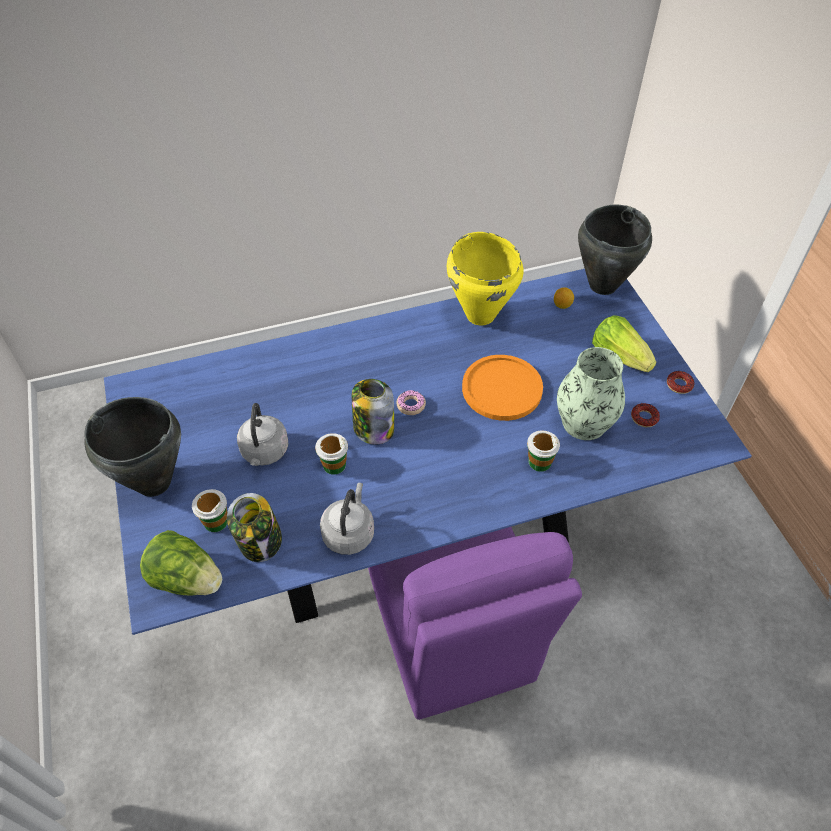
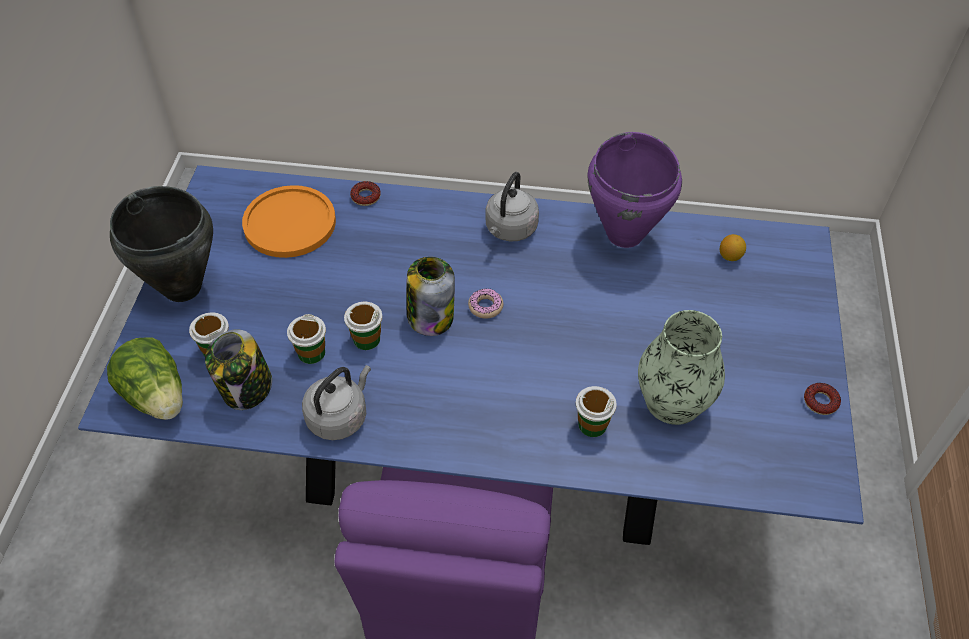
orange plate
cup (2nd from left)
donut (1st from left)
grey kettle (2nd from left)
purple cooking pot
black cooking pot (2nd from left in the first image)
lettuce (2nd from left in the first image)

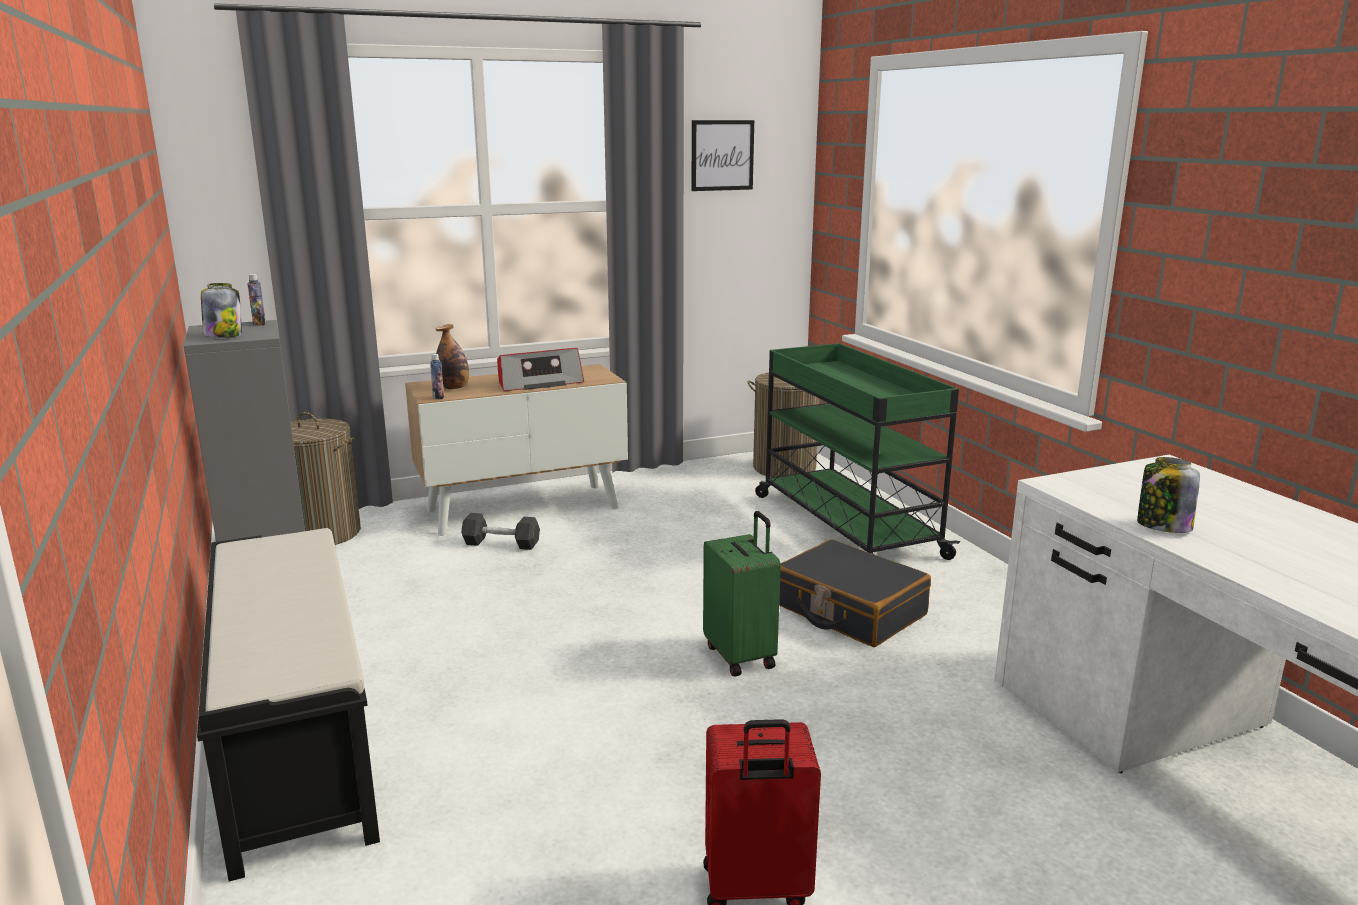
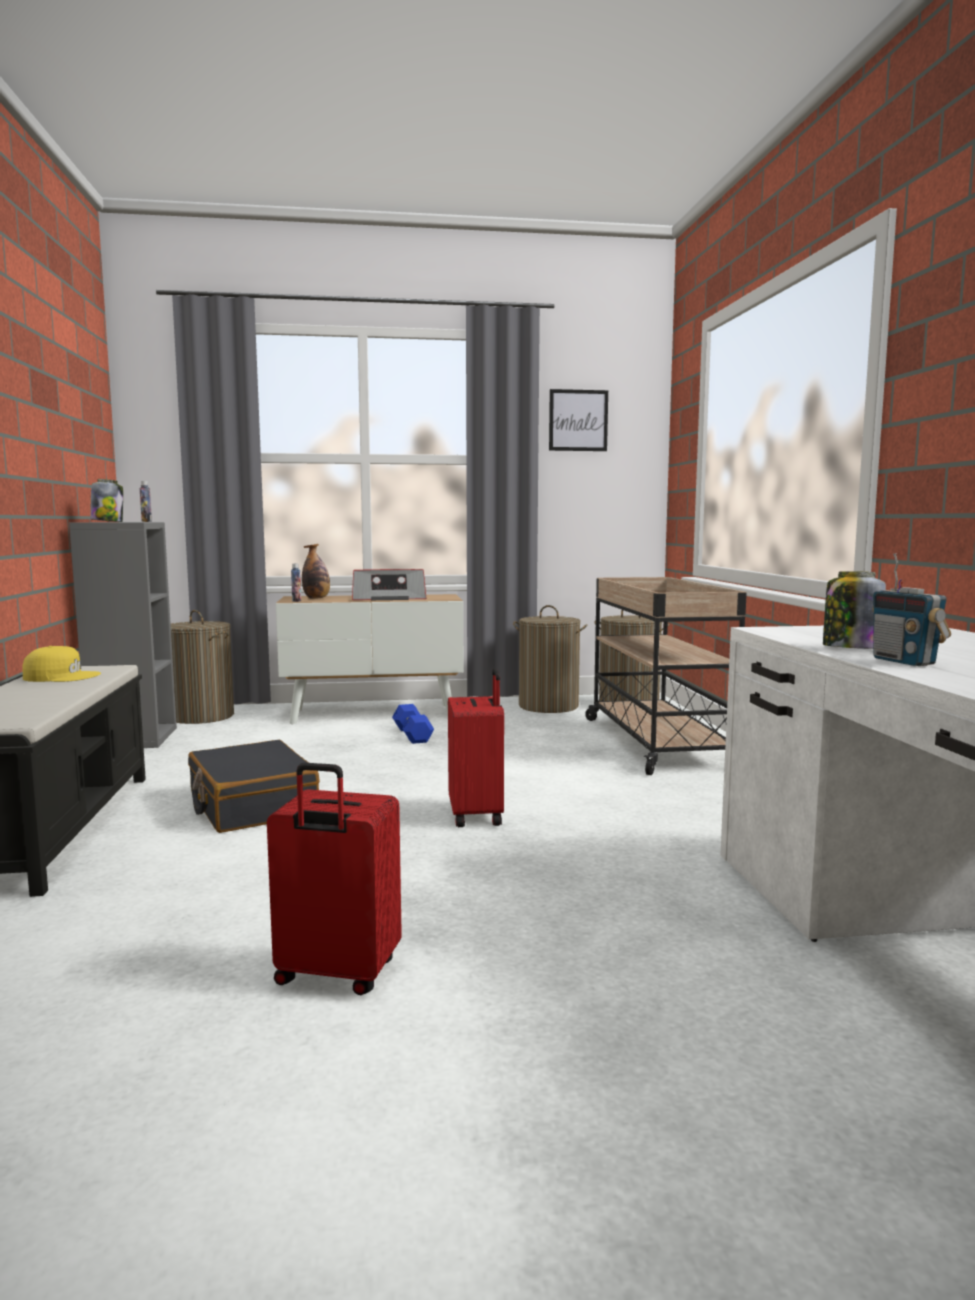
yellow cap
black suitcase
blue dumbbell
red suitcase (2nd from left)
laundry basket (2nd from left)
beige cart
radio (2nd from left)
grey dumbbell

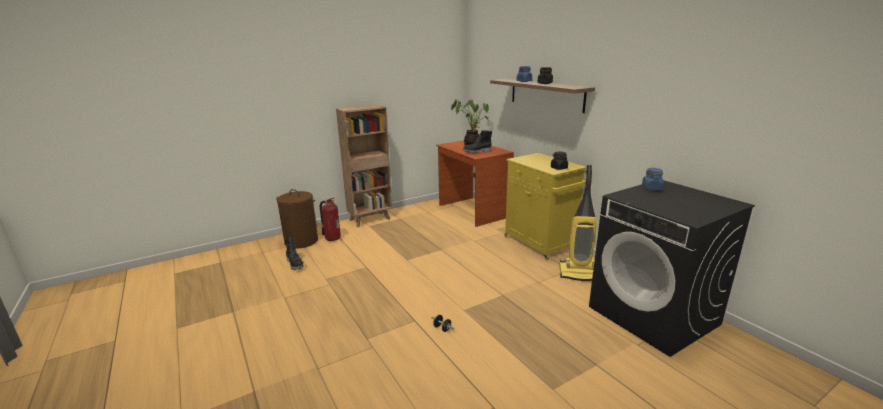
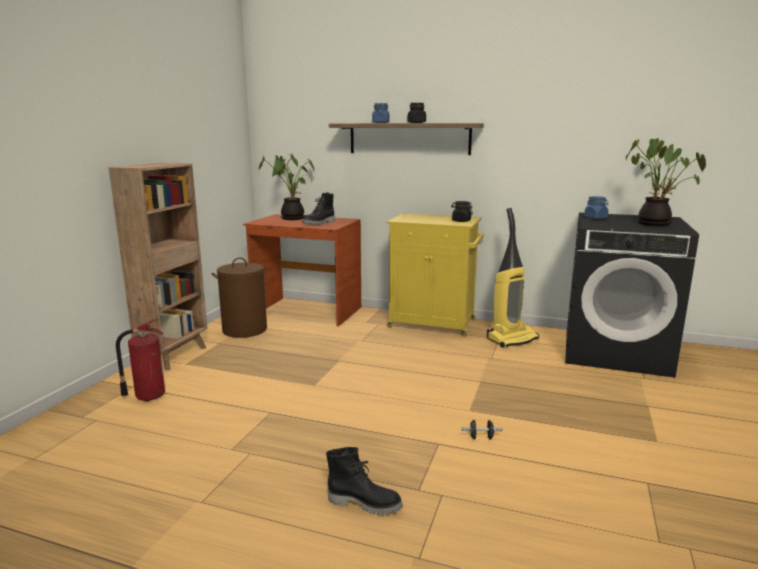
brown laundry basket
black boot (2nd from left)
potted plant (2nd from left)

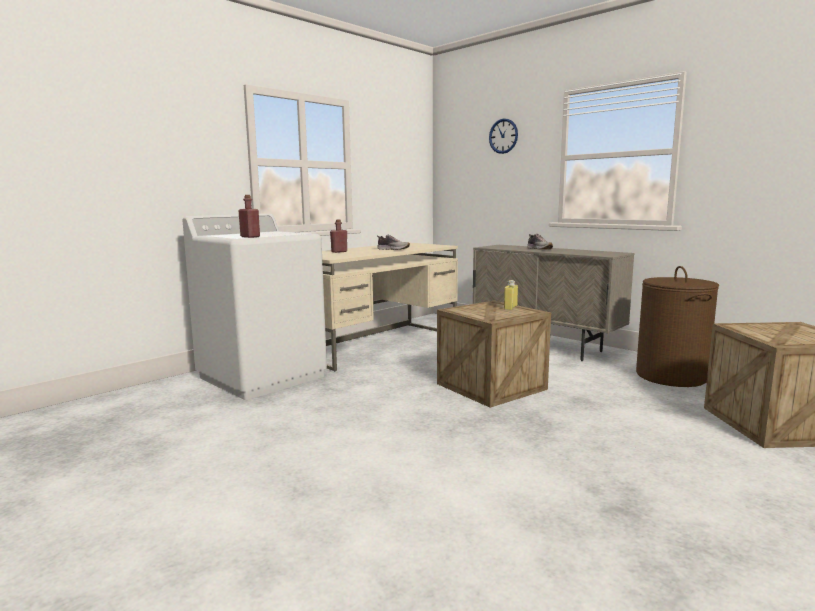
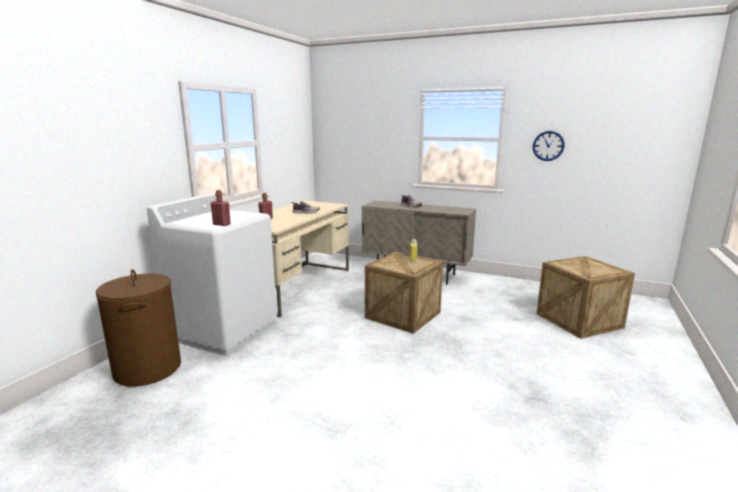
brown laundry basket
wall clock

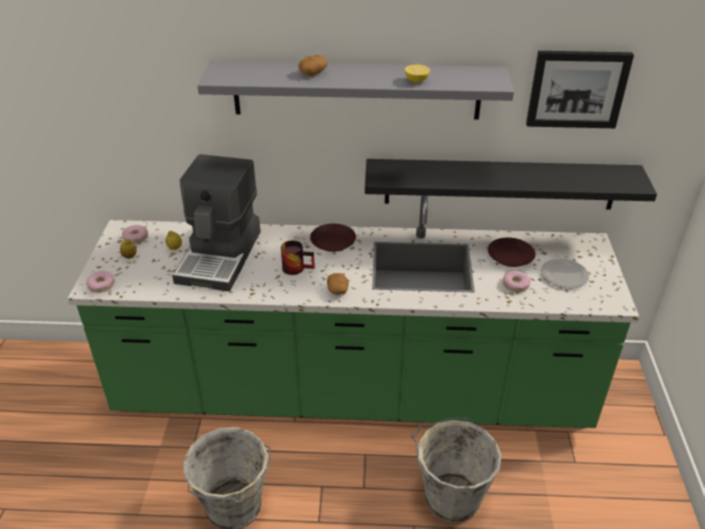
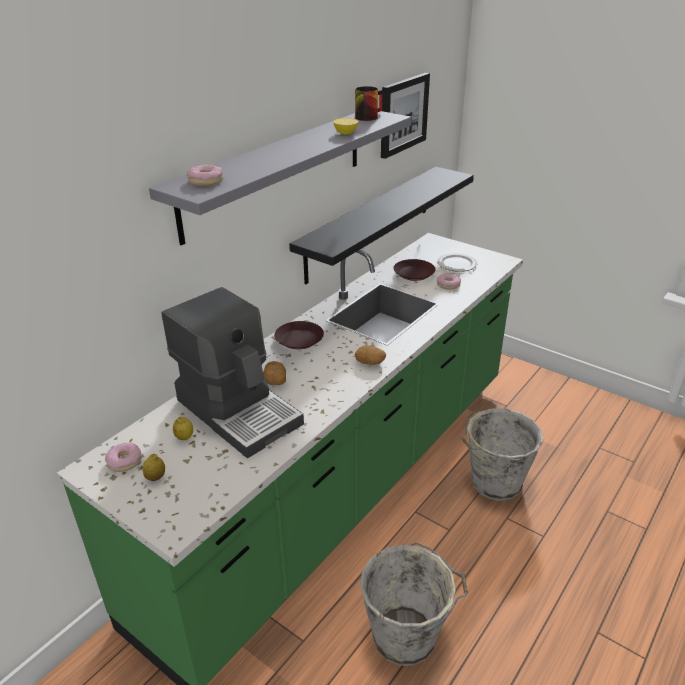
donut (2nd from left)
potato (1st from left)
mug

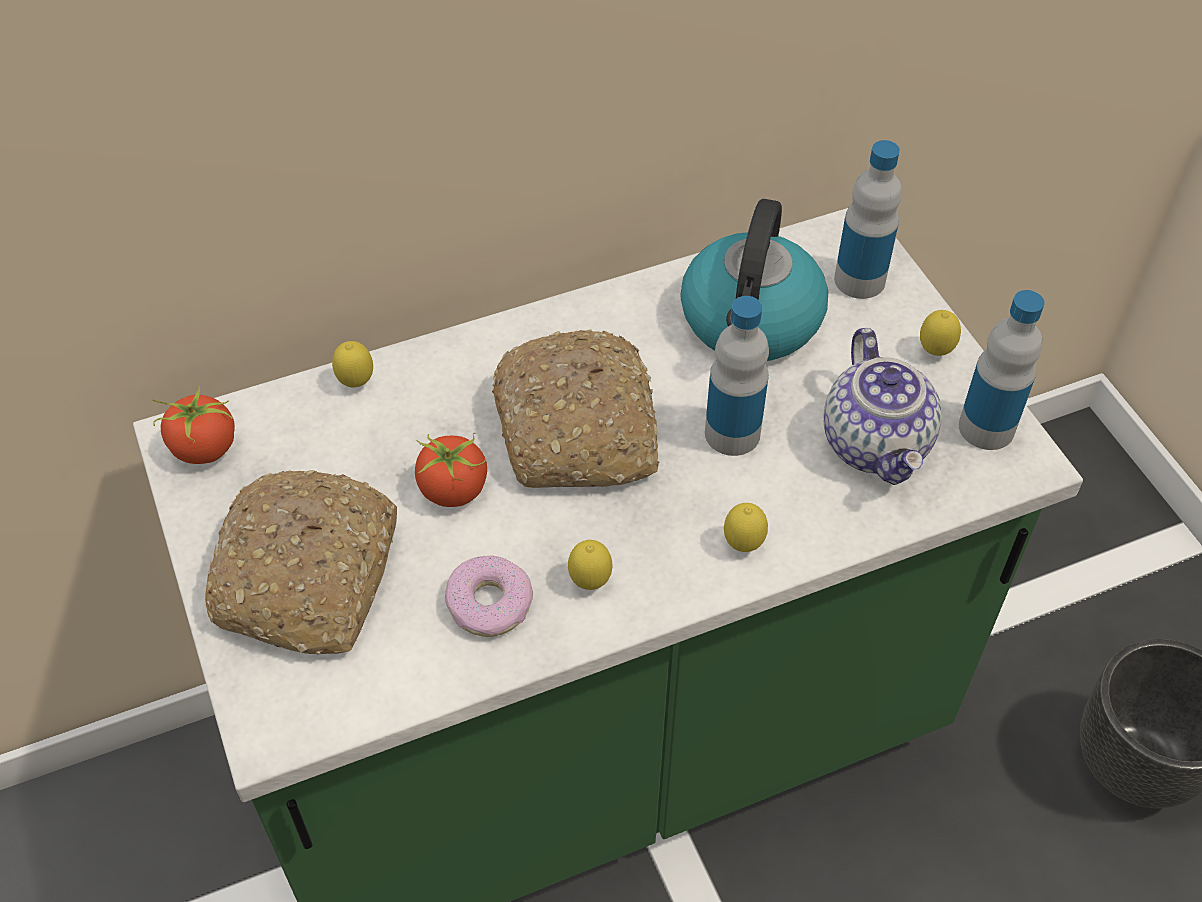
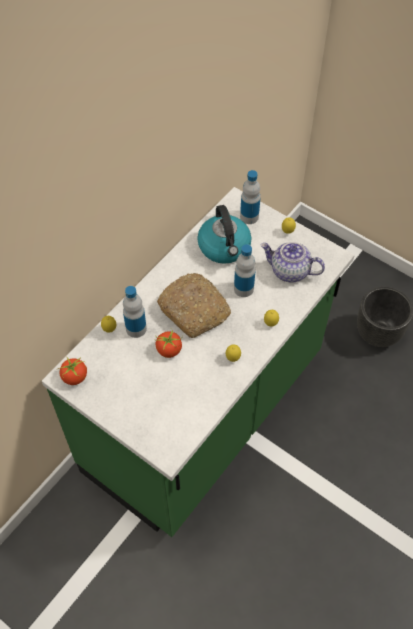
bottle (1st from left)
teapot
bread (1st from left in the first image)
donut

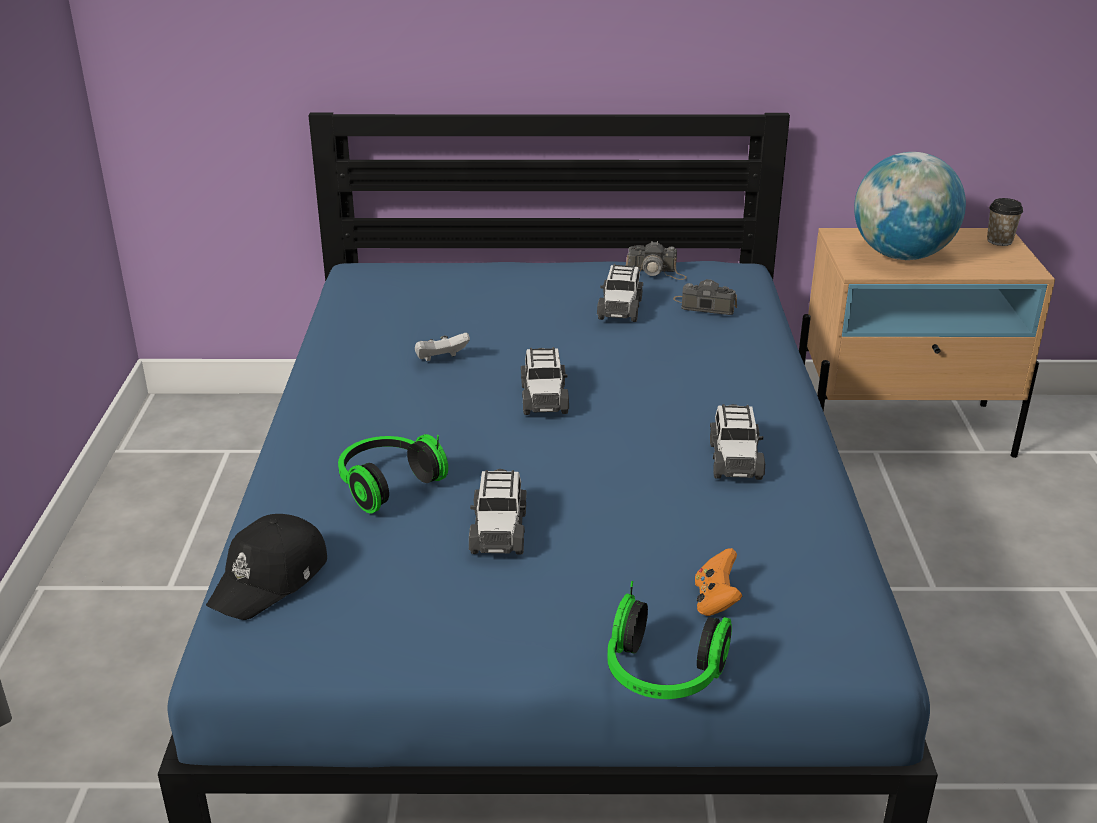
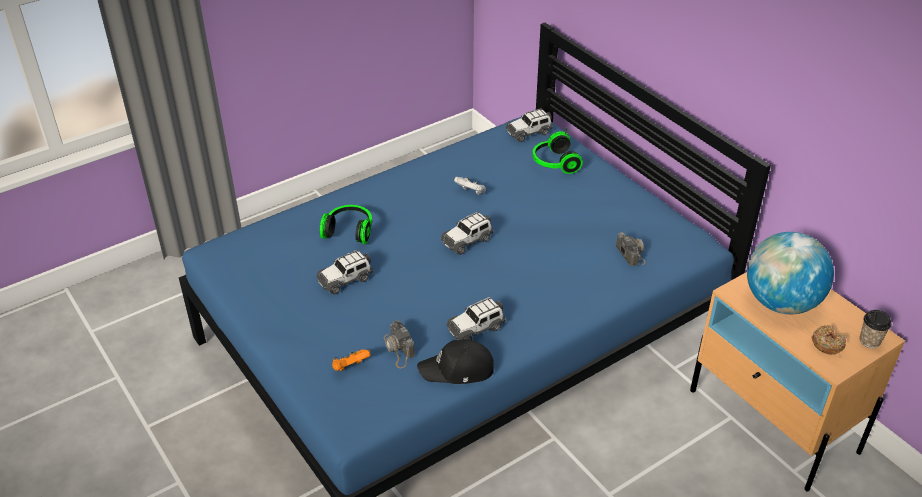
photo camera (1st from left)
black cap
toy car (4th from left)
headphones (2nd from left)
donut

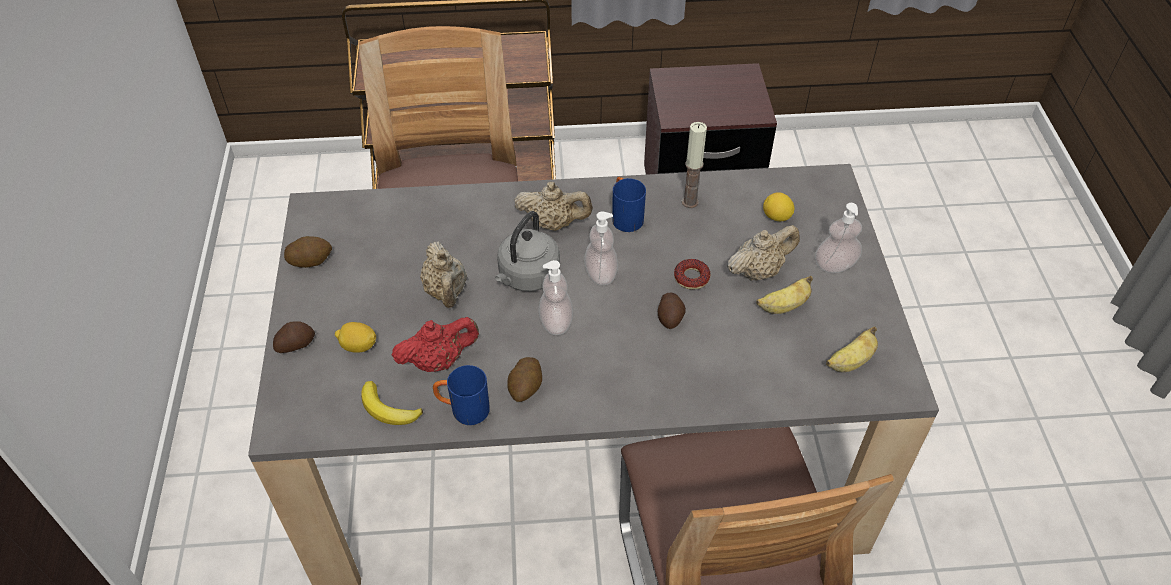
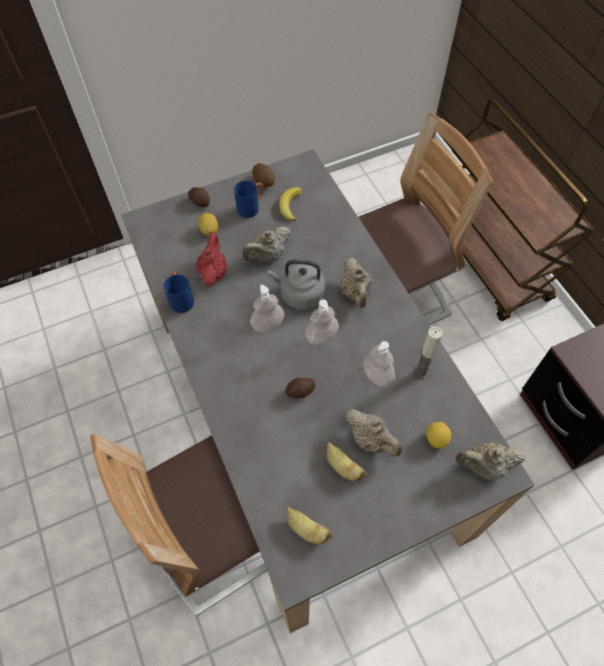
red teapot
blue mug (2nd from left)
banana (1st from left)
soap dispenser (3rd from left)
beige teapot (4th from left)
potato (3rd from left in the first image)
donut

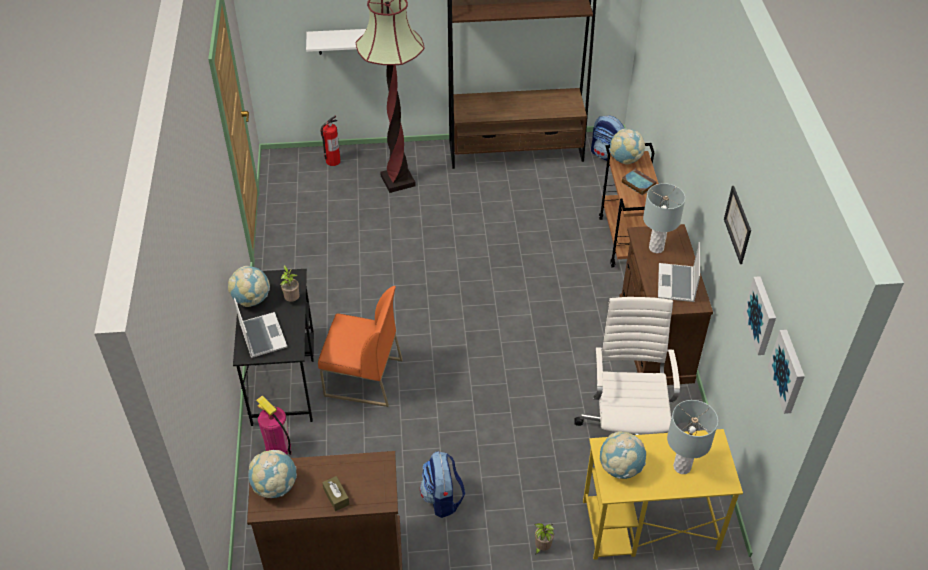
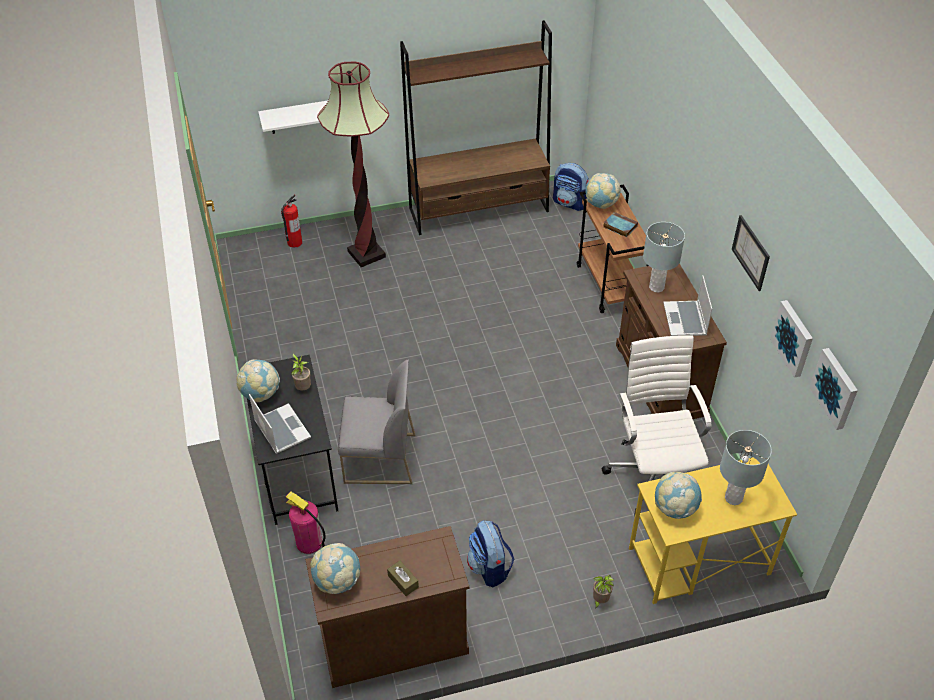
grey chair

